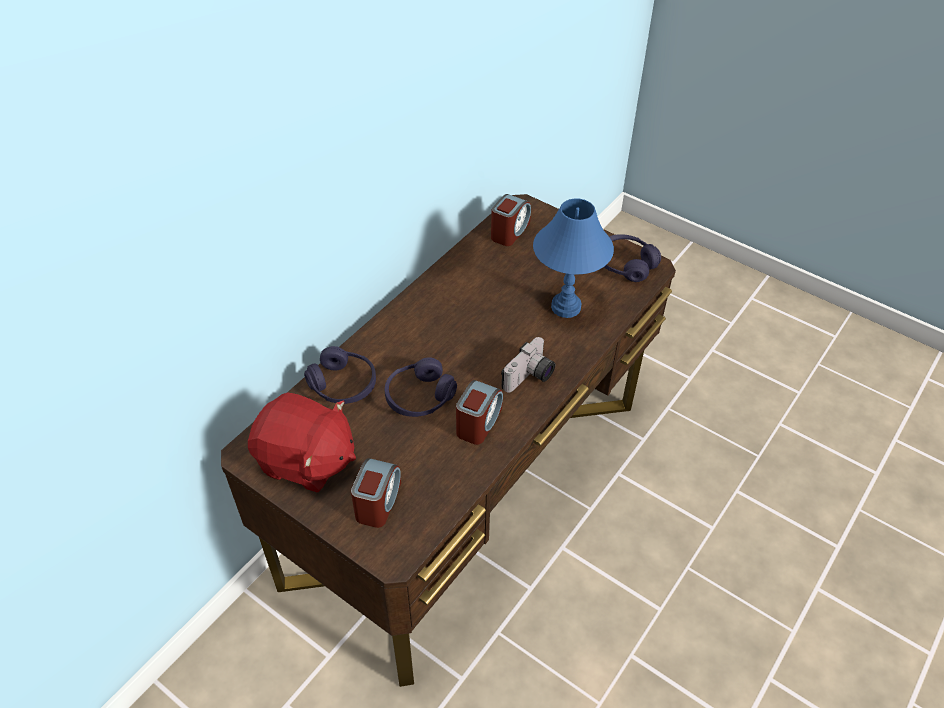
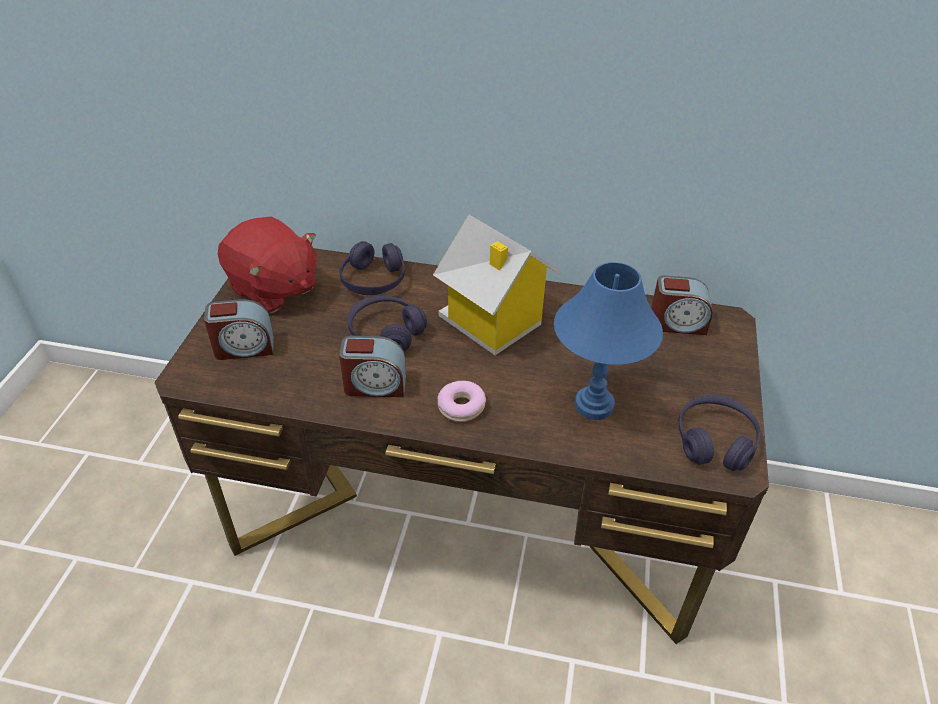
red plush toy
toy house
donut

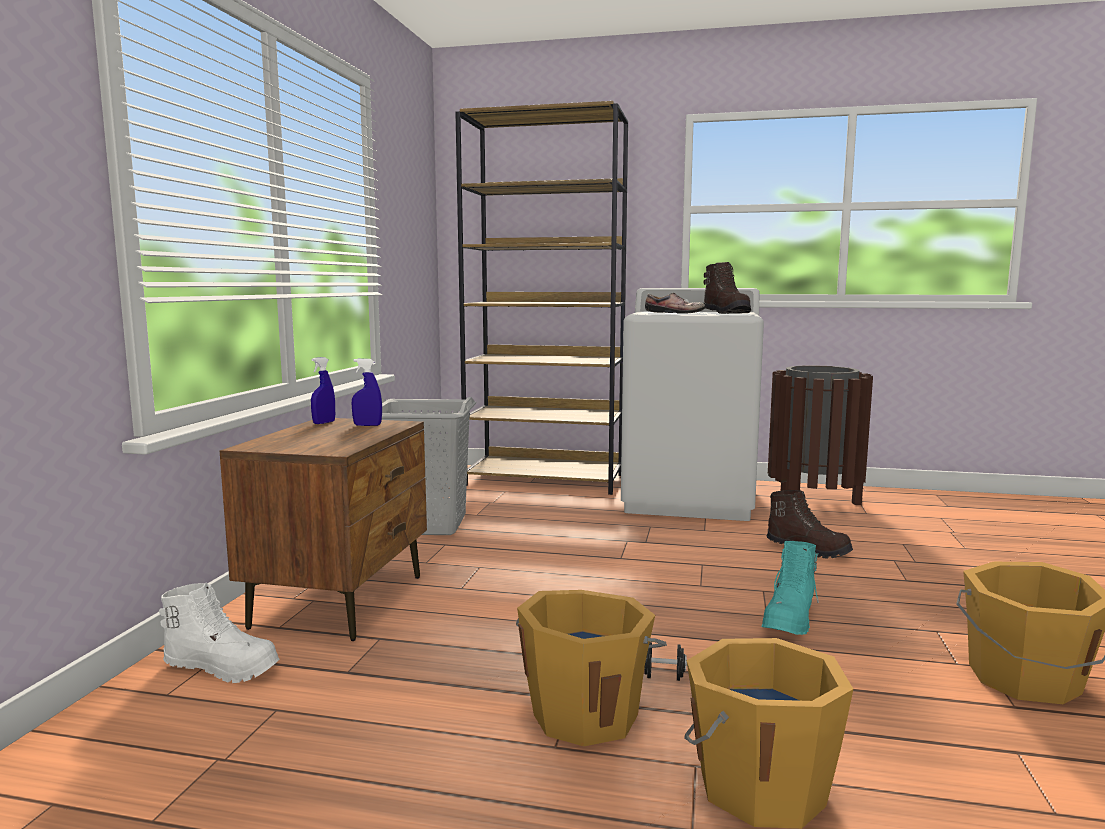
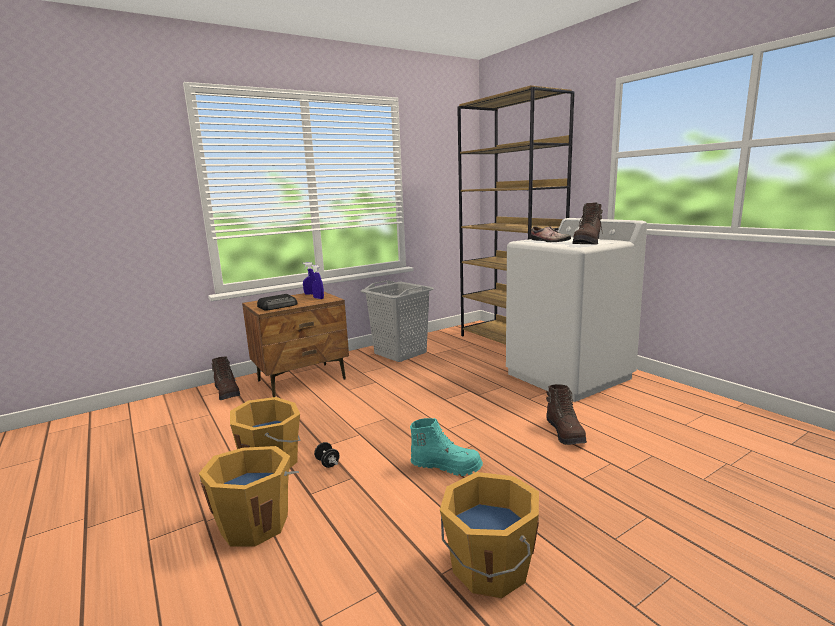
brown boot (1st from left)
radio
turquoise boot
brown trash can

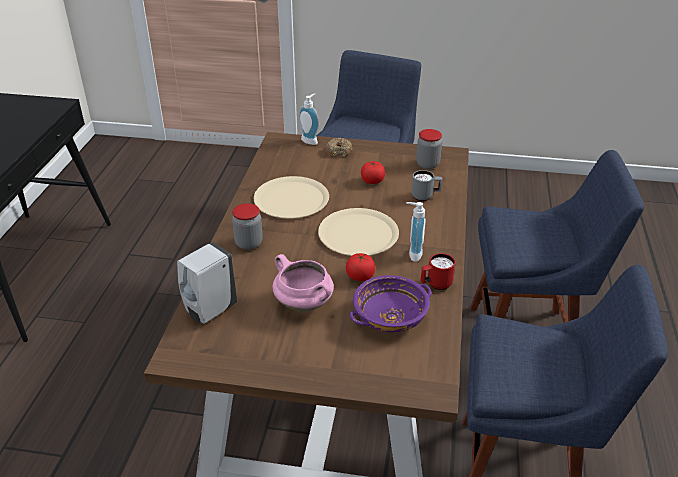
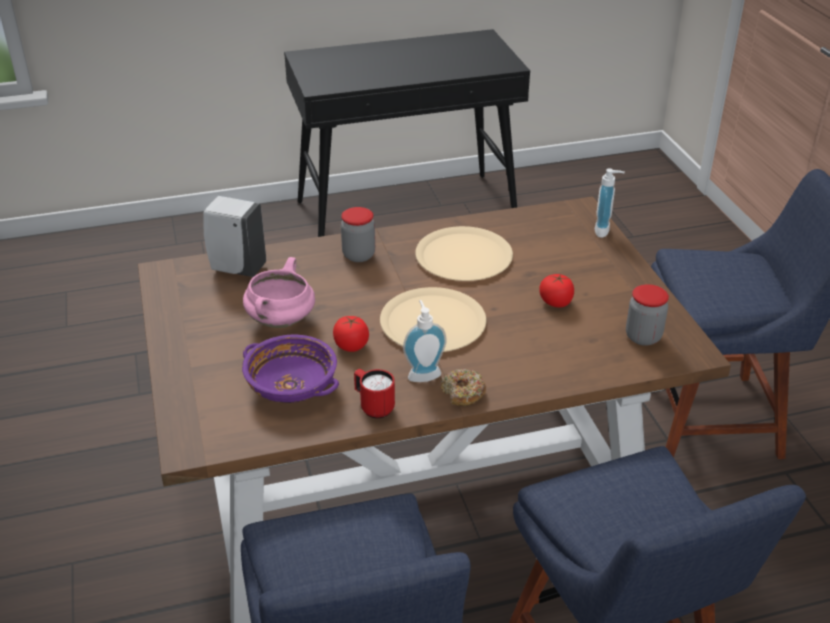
donut
grey mug

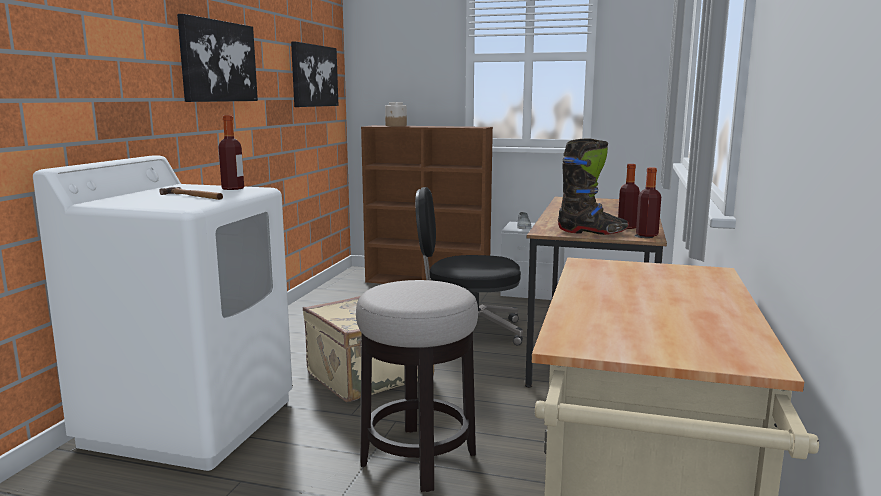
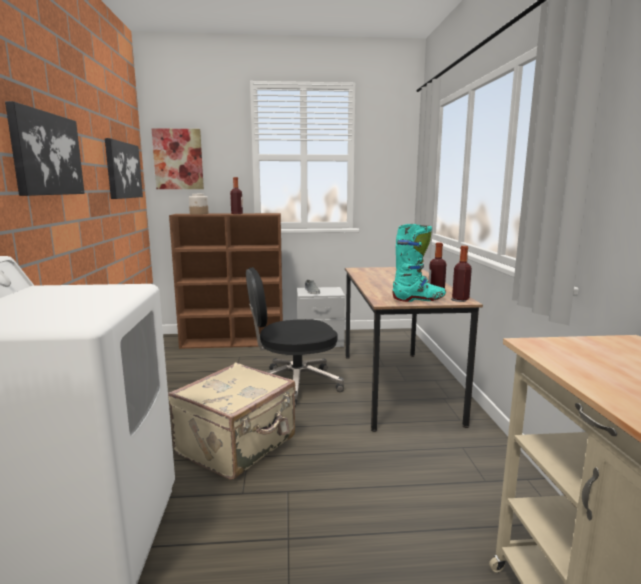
picture (3rd from left)
bottle (1st from left)
turquoise boot
hammer
stool

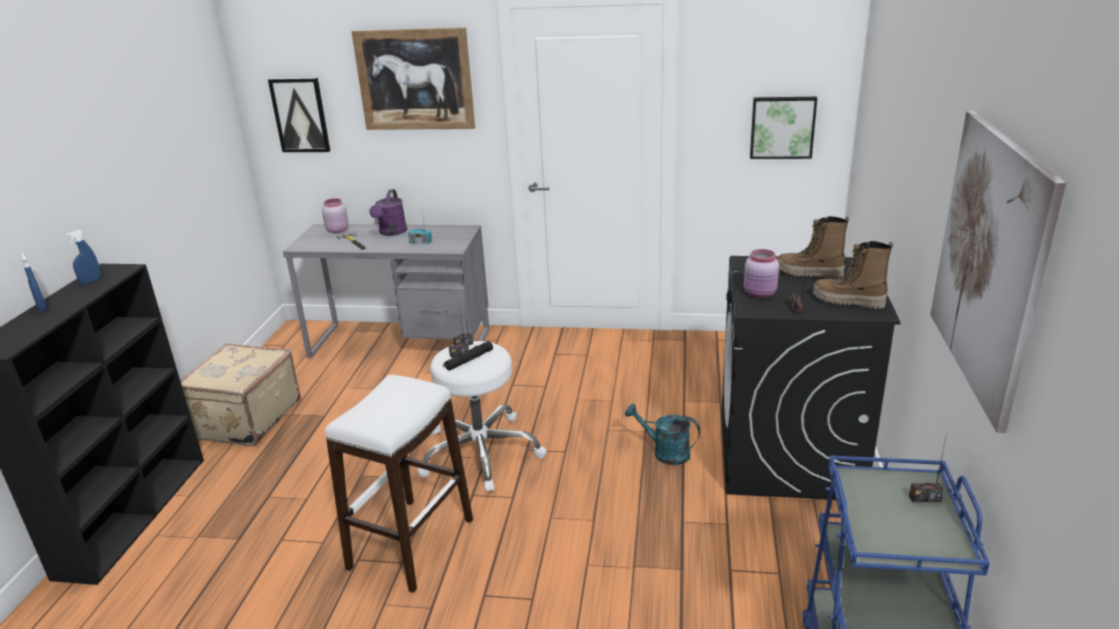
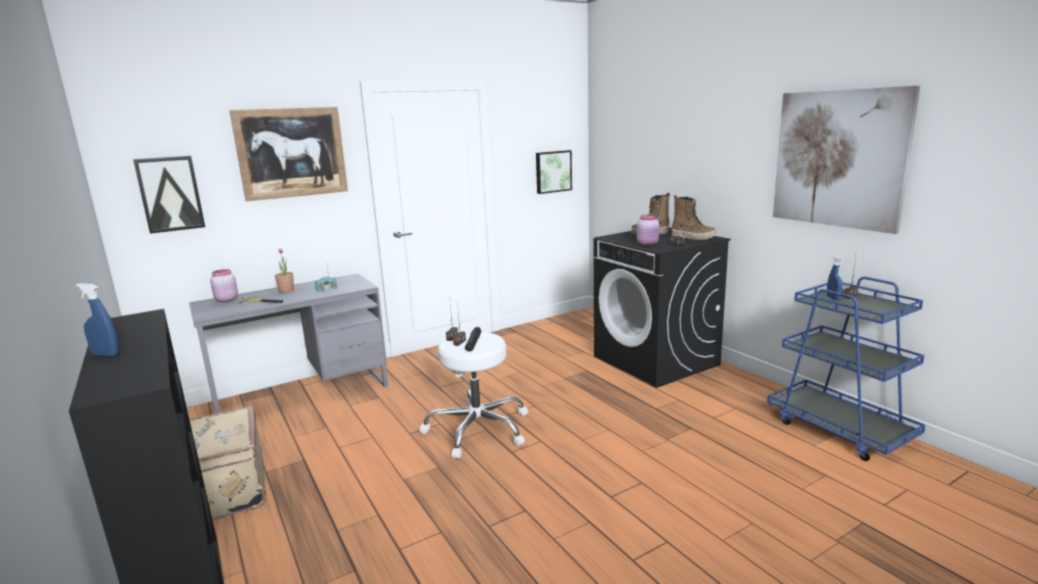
potted plant
boot (2nd from left)
blue spray bottle (2nd from left)
white stool (1st from left in the first image)
turquoise watering can

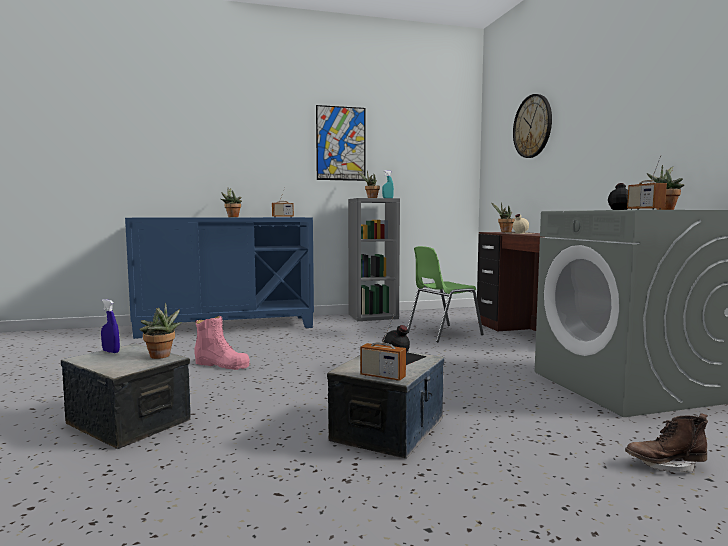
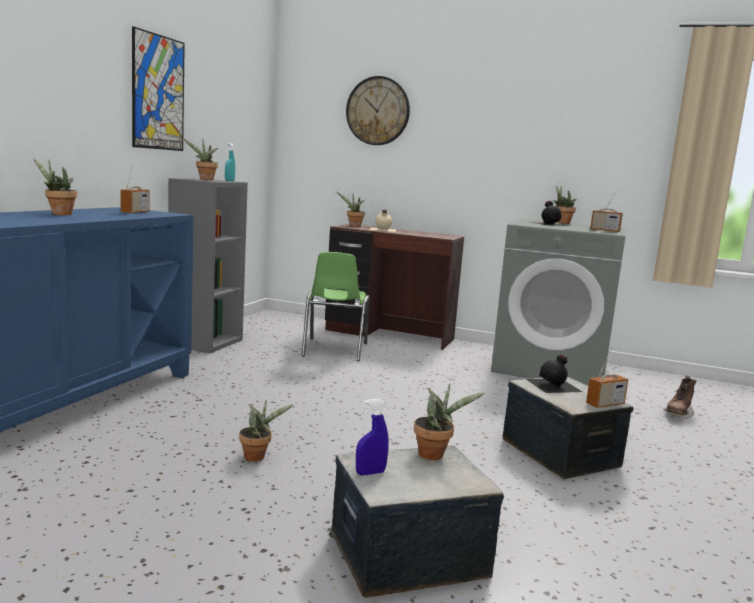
potted plant (3rd from left)

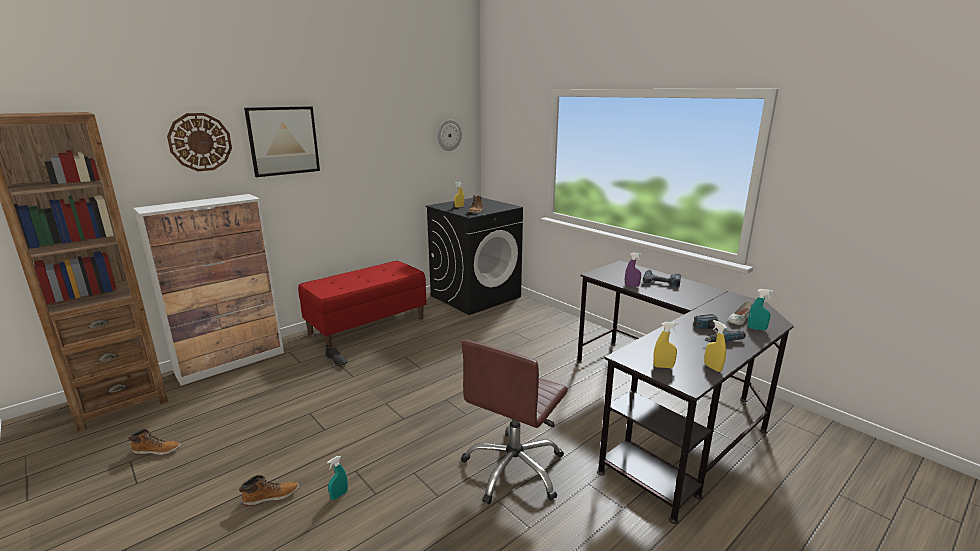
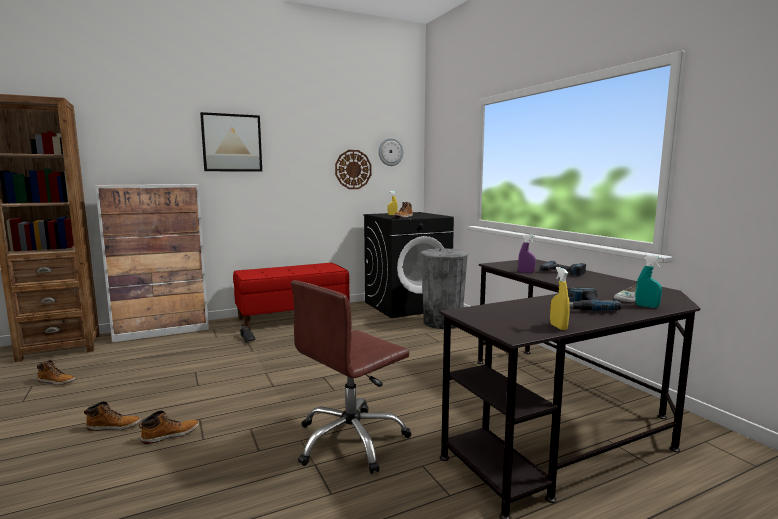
boot (3rd from left)
wall clock (1st from left)
grey trash can
yellow spray bottle (2nd from left in the first image)

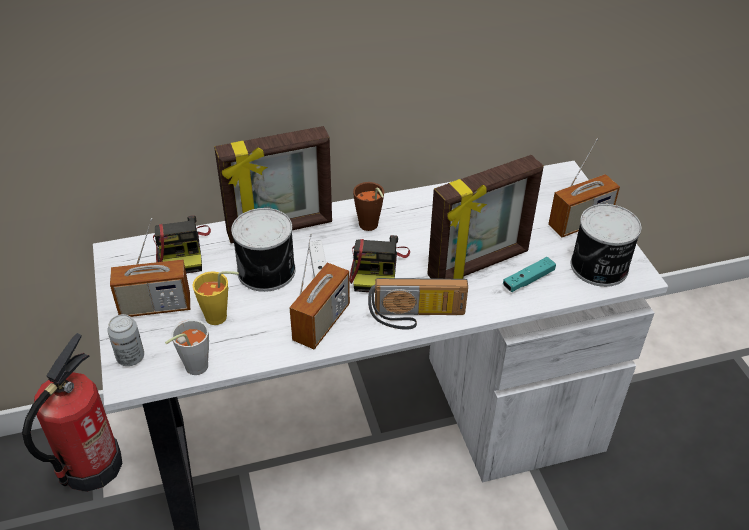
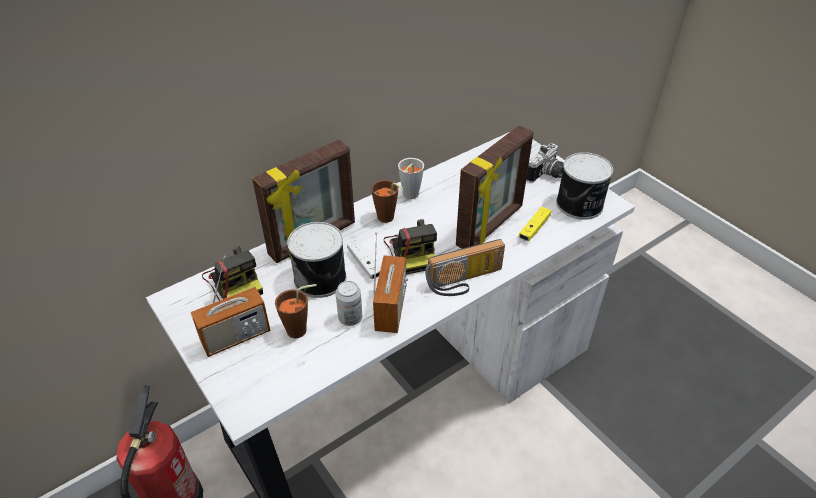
brown cup (1st from left)
can (2nd from left)
grey cup
yellow game controller
photo camera (3rd from left)

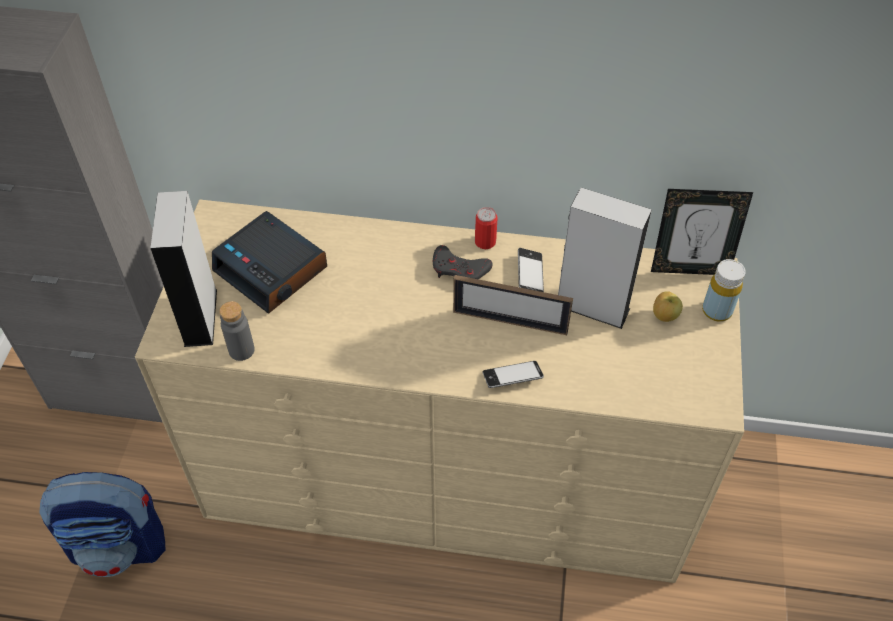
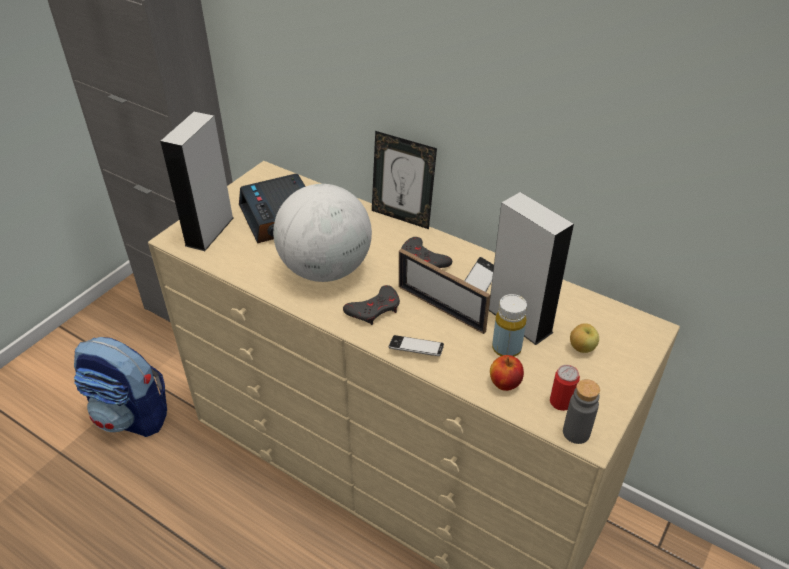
globe
grey game controller (1st from left)
picture frame (1st from left)
apple (1st from left)
yellow bottle
can
grey bottle

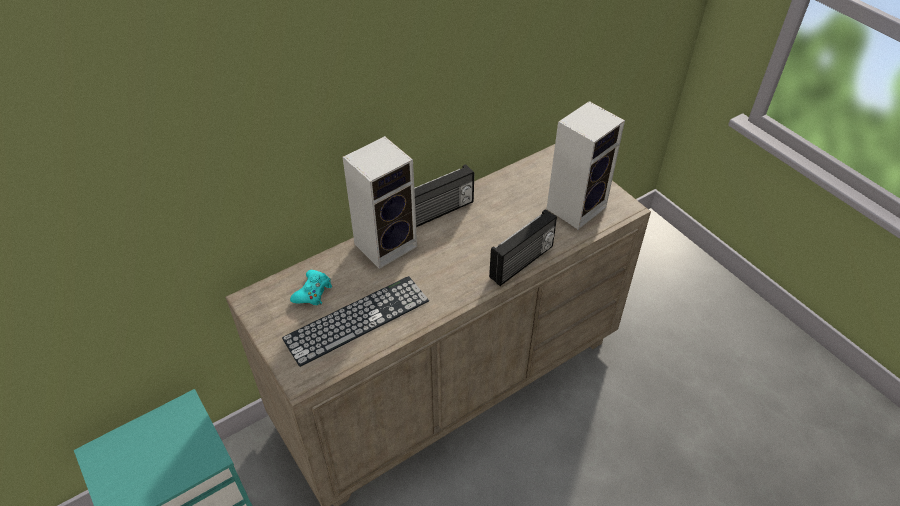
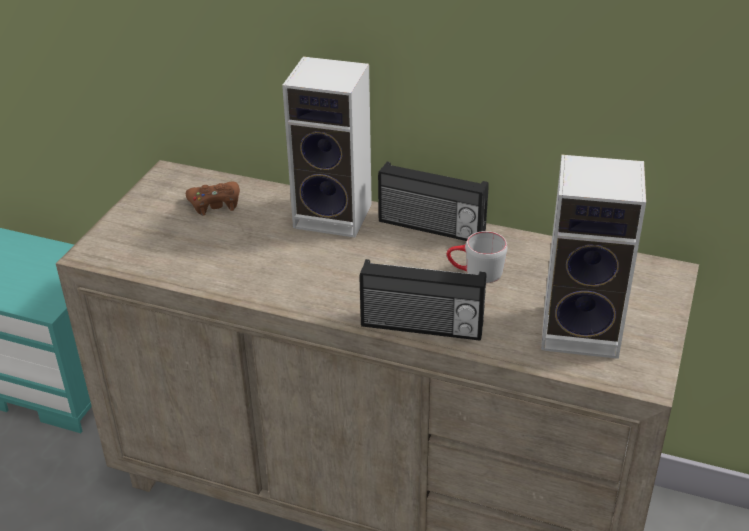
brown game controller
grey mug
keyboard

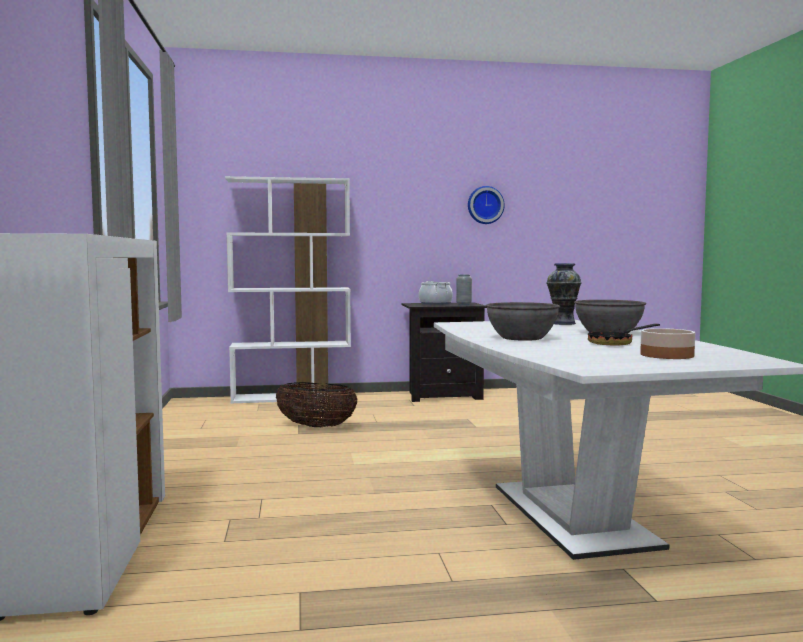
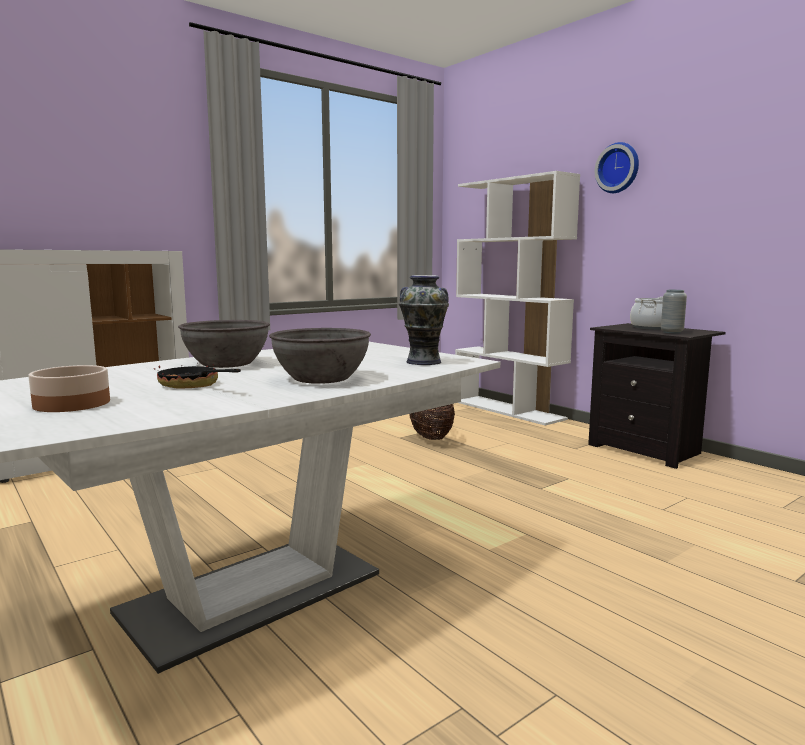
wall clock

